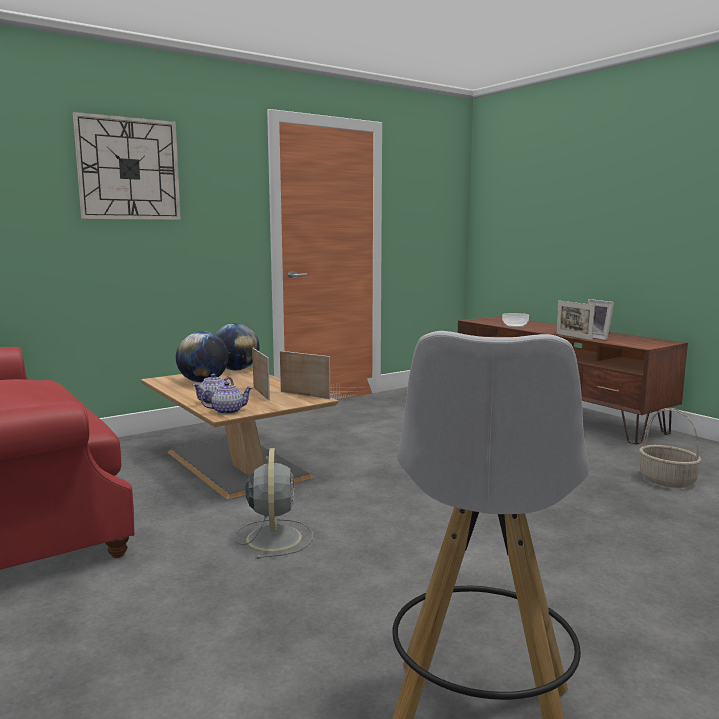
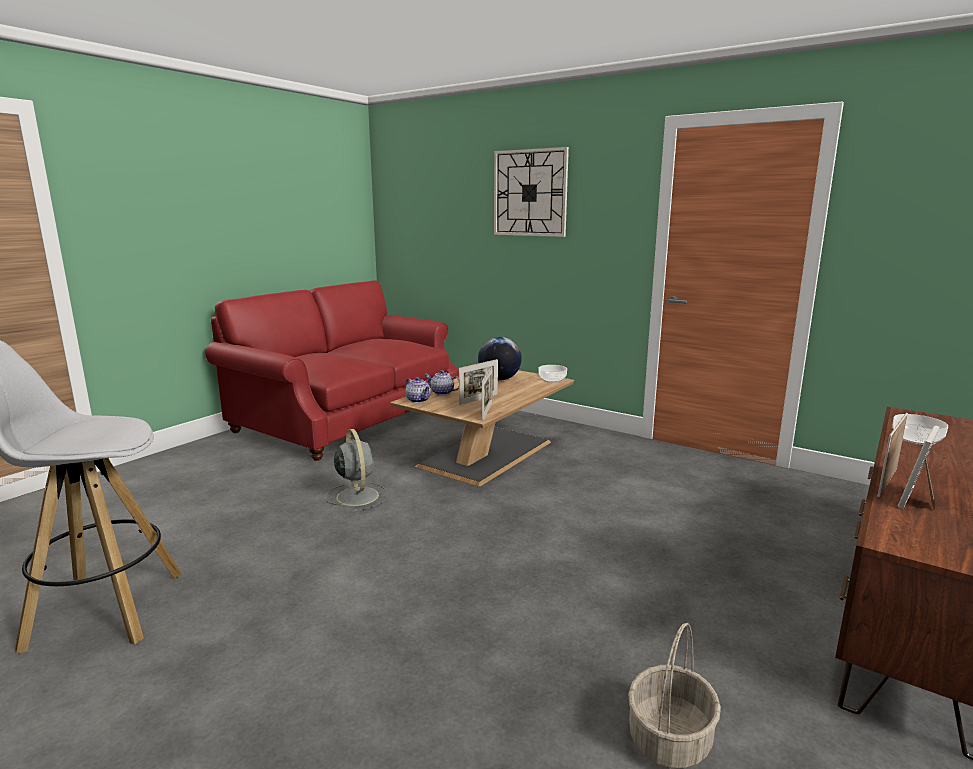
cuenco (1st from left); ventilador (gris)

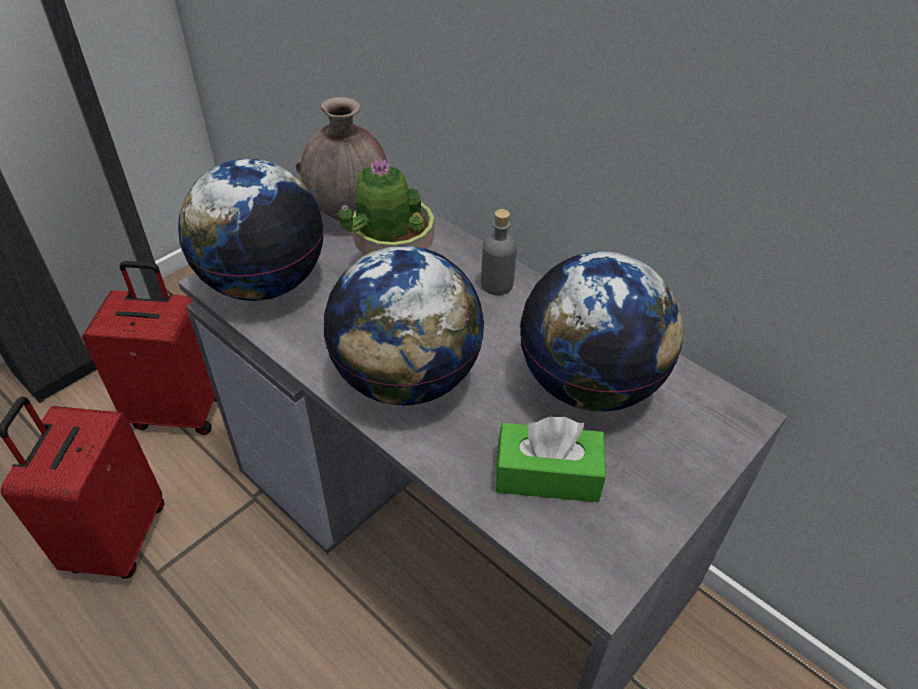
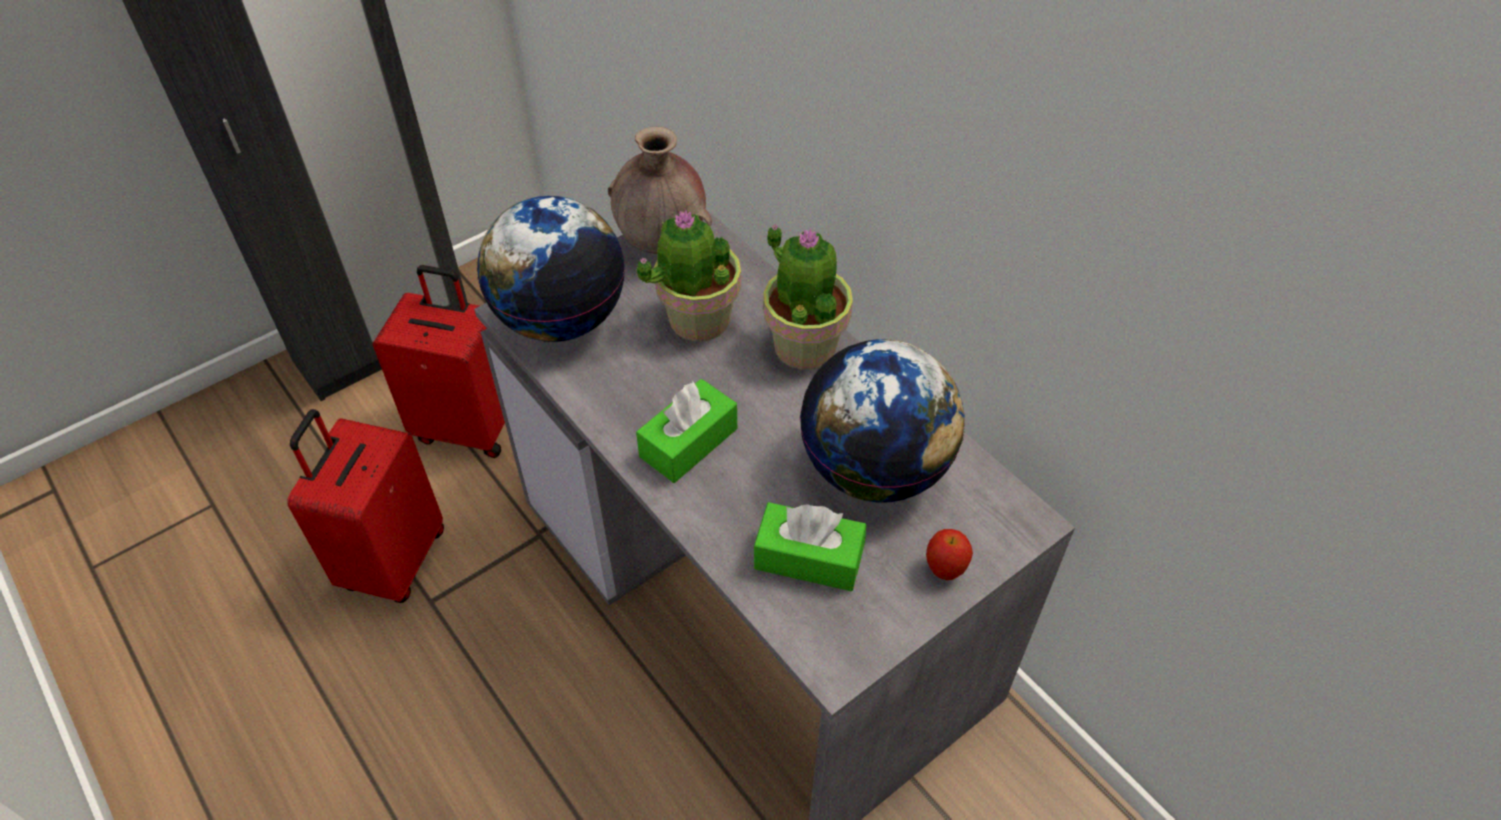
caja de pañuelos (verde) (1st from left); planta en maceta (2nd from left); manzana

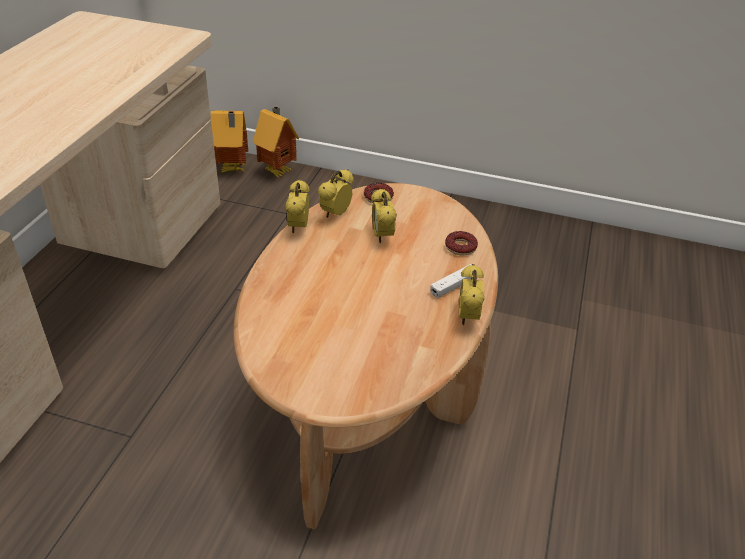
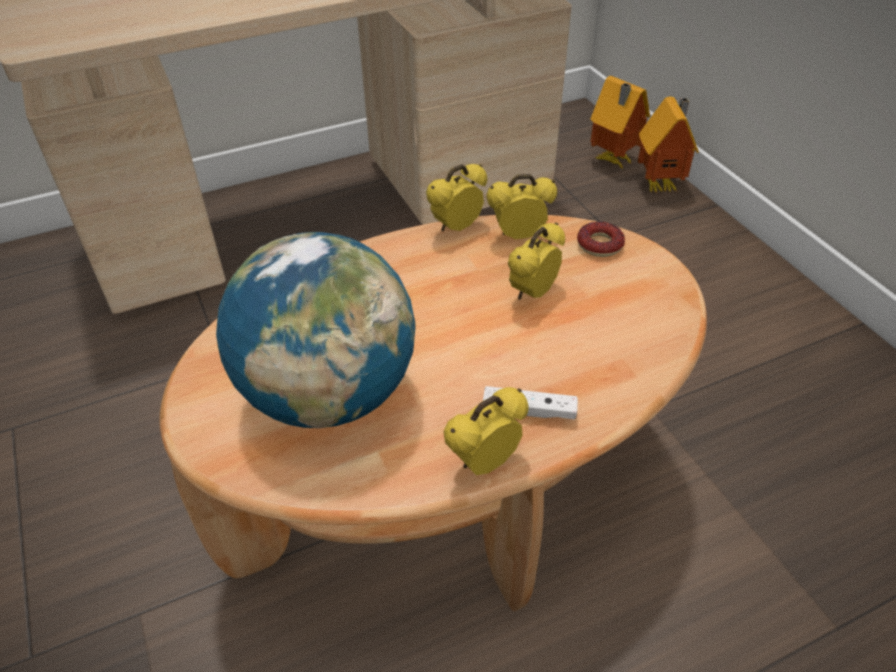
rosquilla (2nd from left in the first image); globo terráqueo

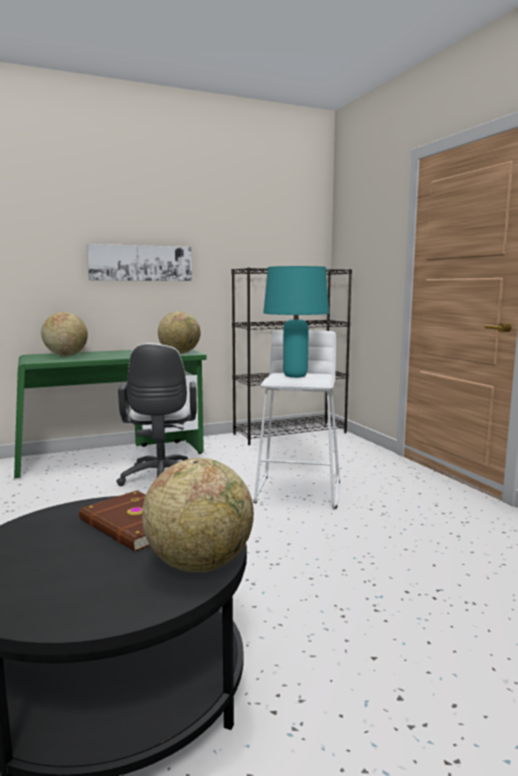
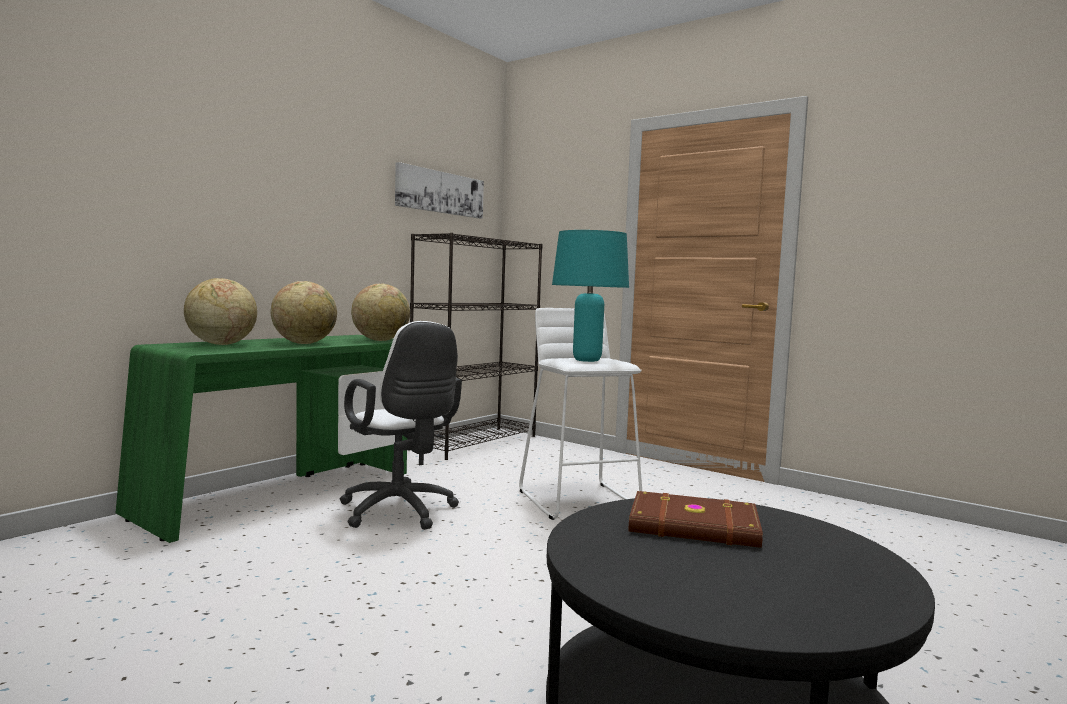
cuadro; globo terráqueo (2nd from left)

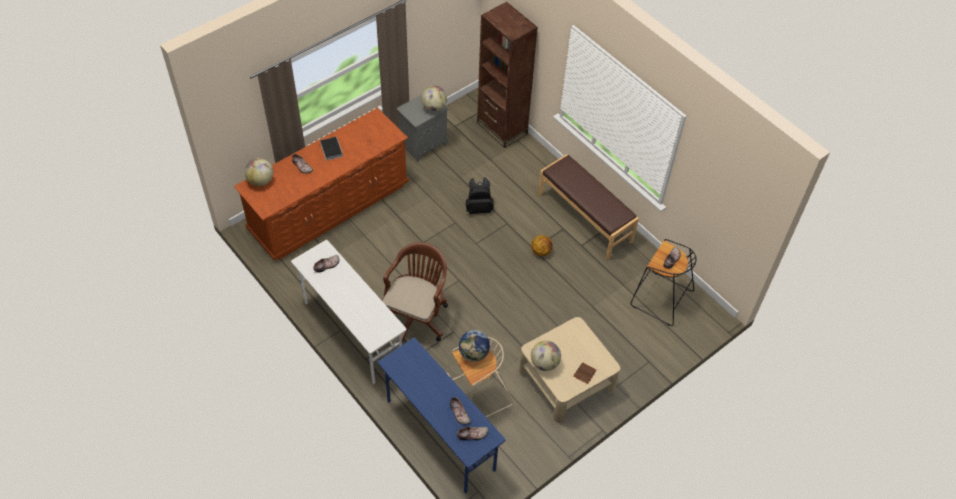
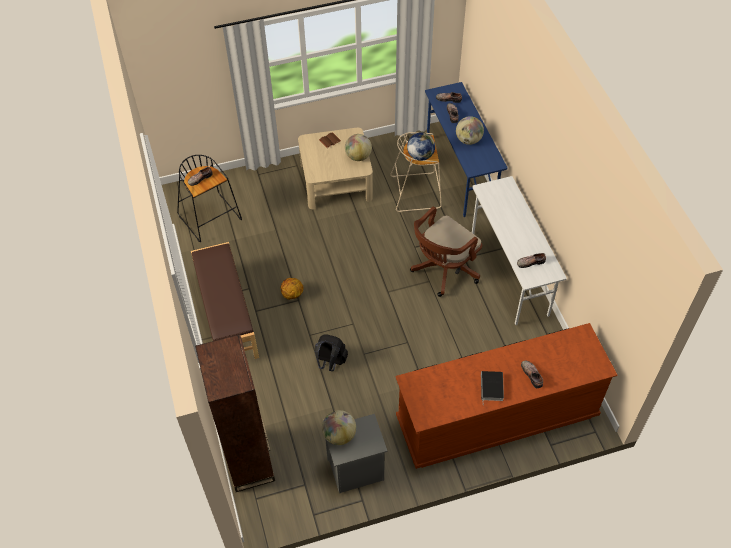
globo terráqueo (4th from left)

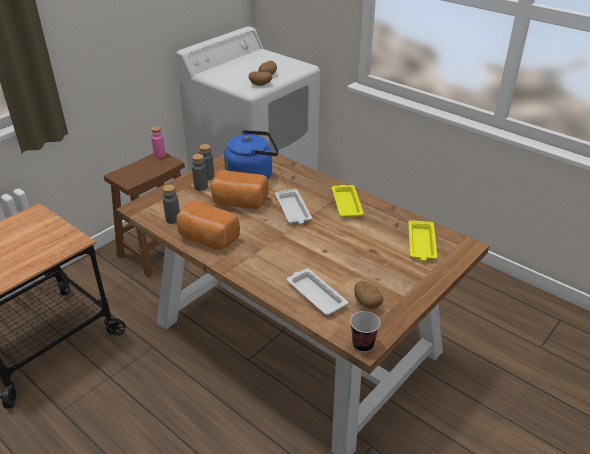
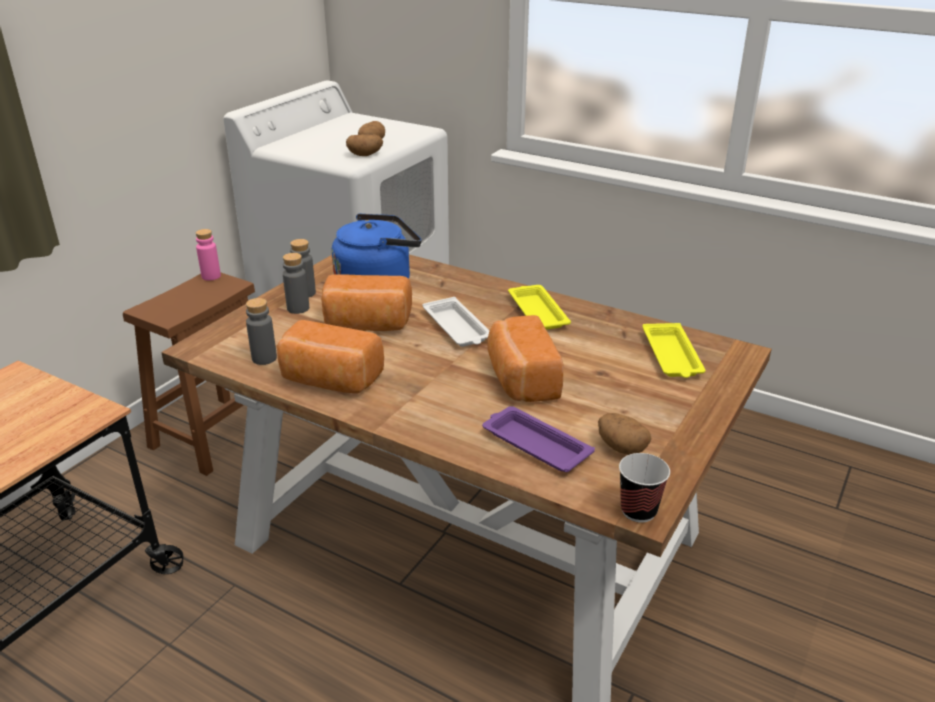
bandeja (morado); pan (3rd from left)

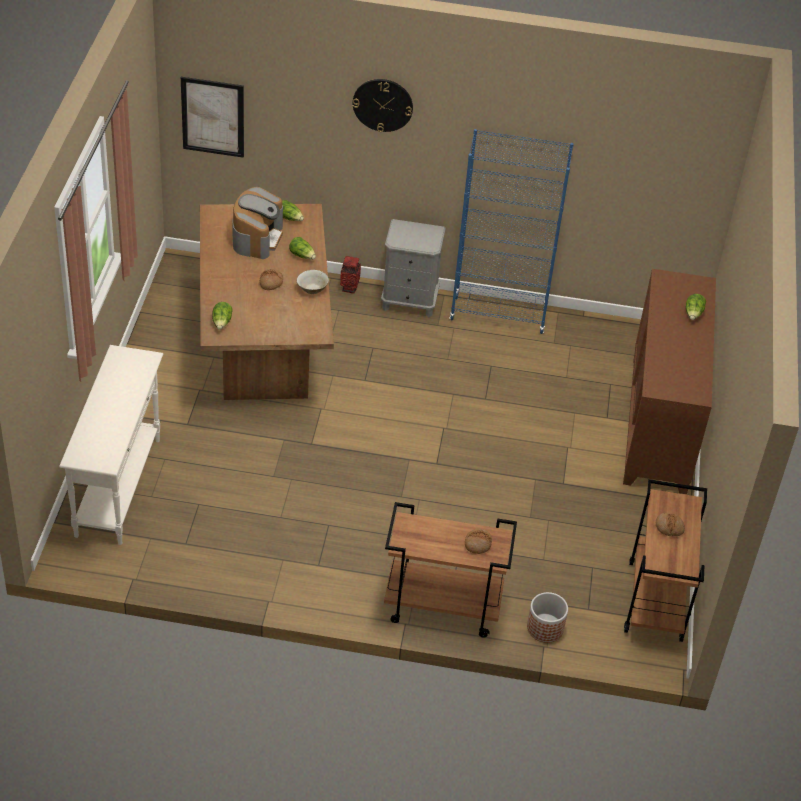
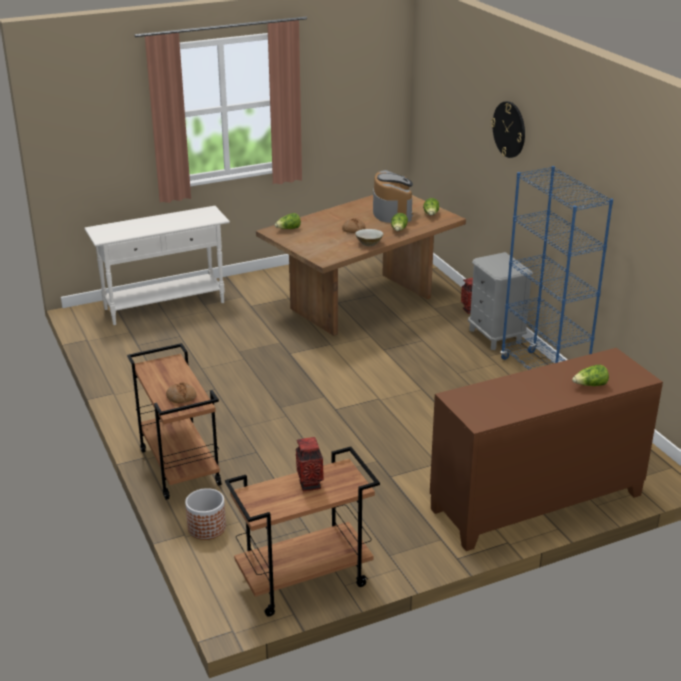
cuadro; cafetera; florero (1st from left)

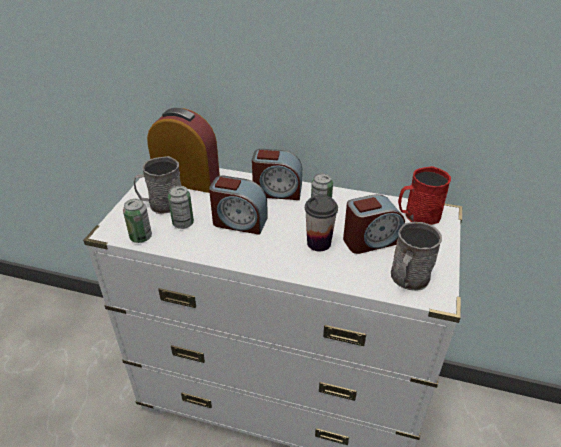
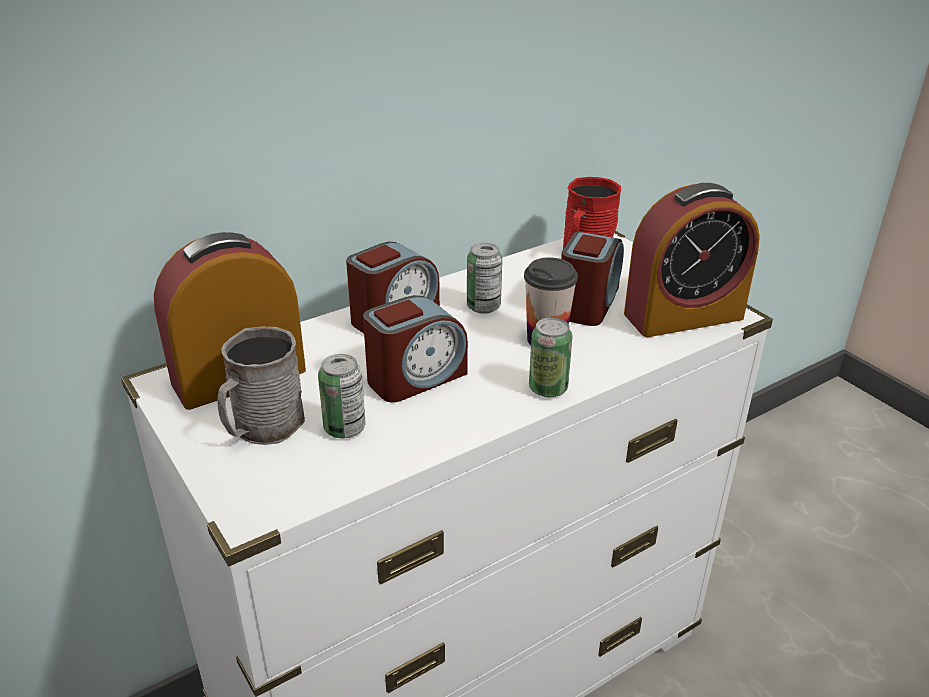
lata (3rd from left); despertador (5th from left)

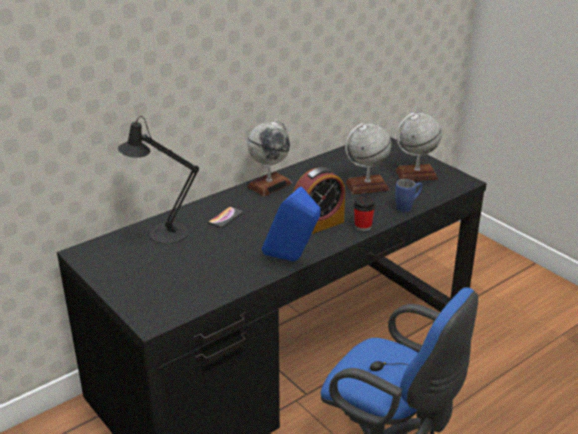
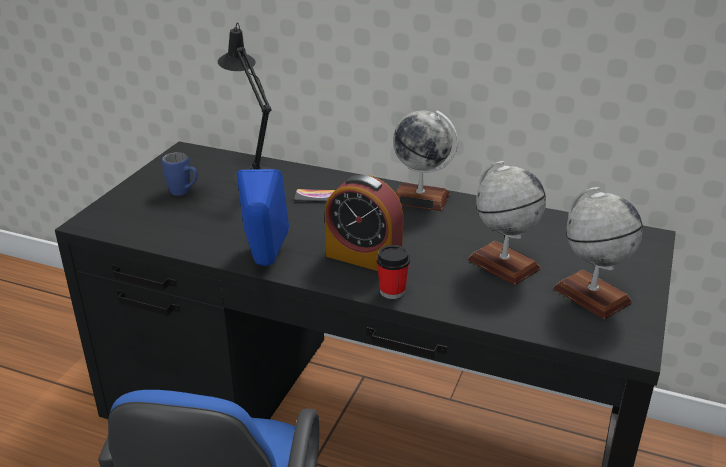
taza grande (azul)

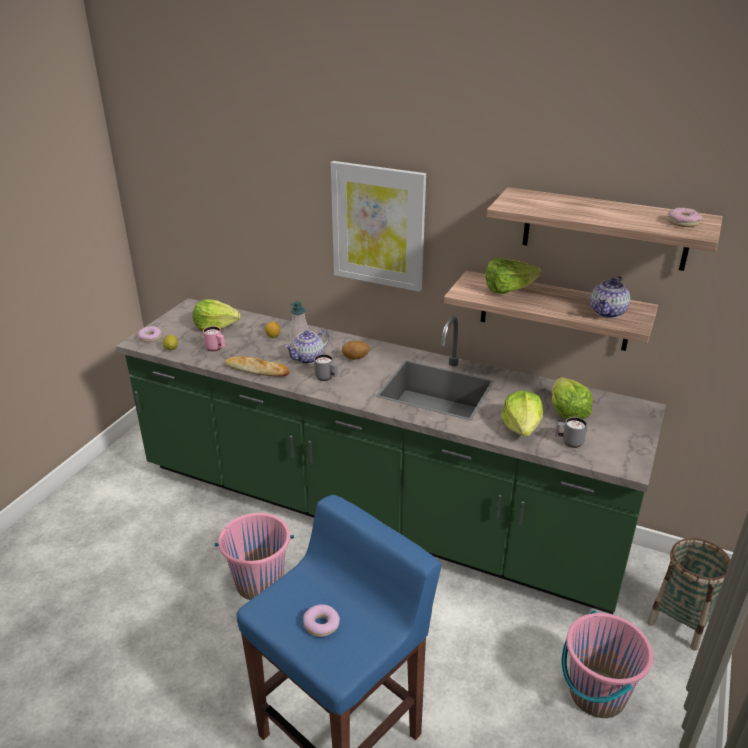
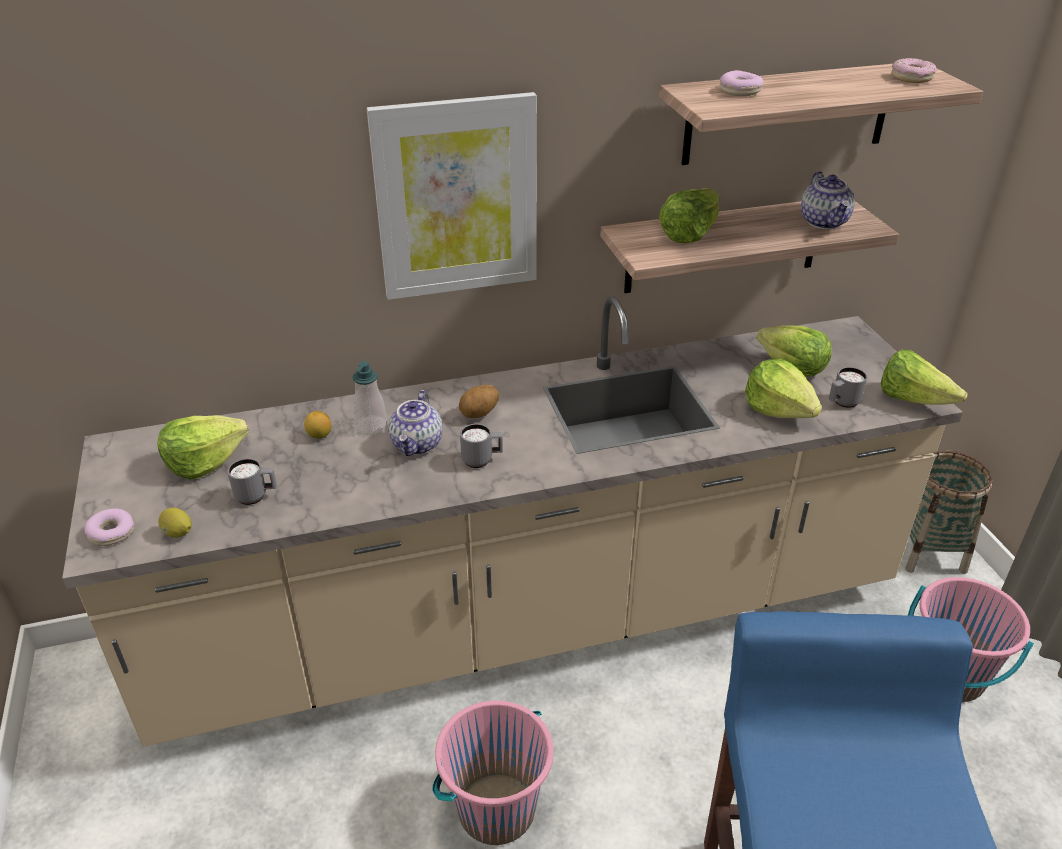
mueble bajo de cocina (beis); taza grande (gris) (1st from left); pan; rosquilla (2nd from left); lechuga (5th from left)

